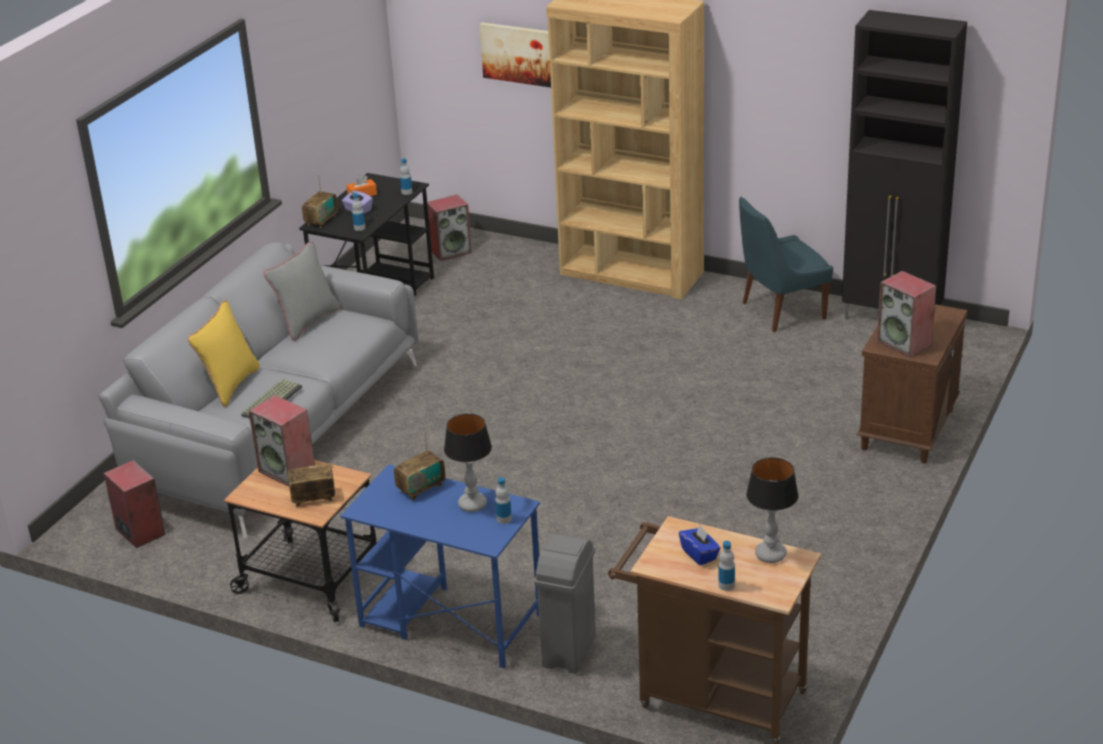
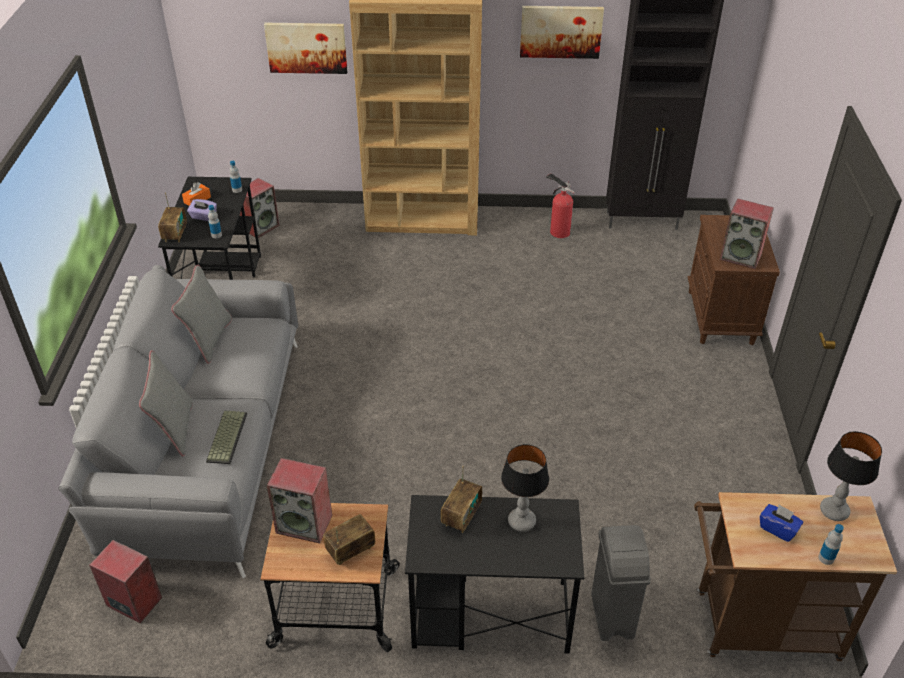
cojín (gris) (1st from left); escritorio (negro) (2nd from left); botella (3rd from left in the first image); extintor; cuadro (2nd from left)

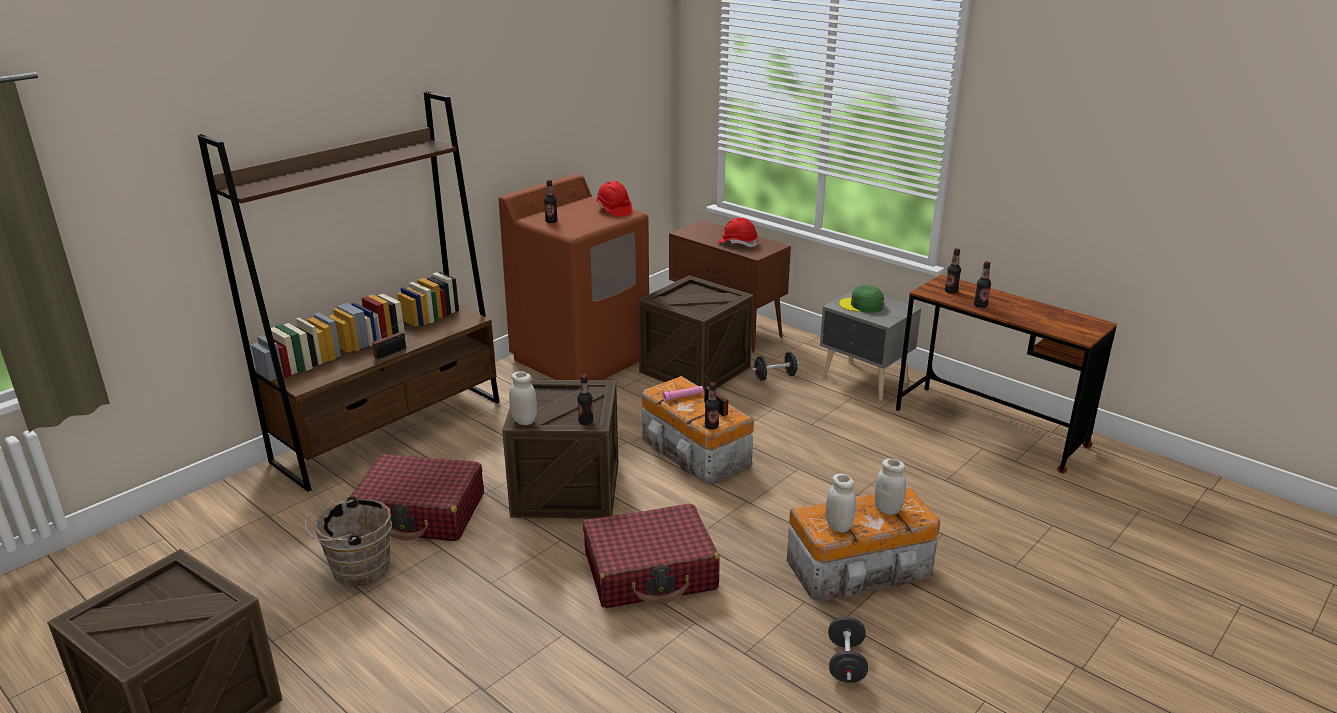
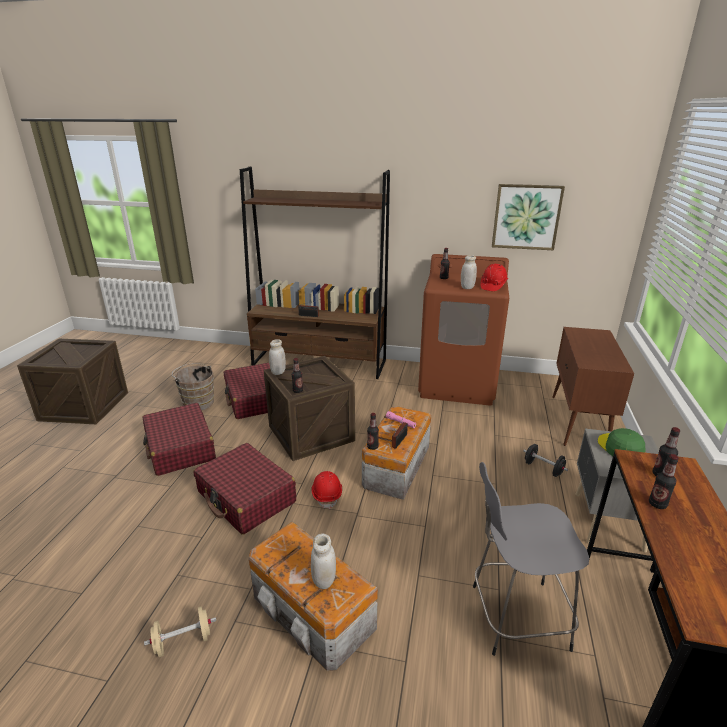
caja de embalaje (3rd from left in the first image); casco (rojo) (1st from left); tarro (blanco) (3rd from left); mancuerna (beis); maleta (rojo) (1st from left); taburete (gris); cuadro

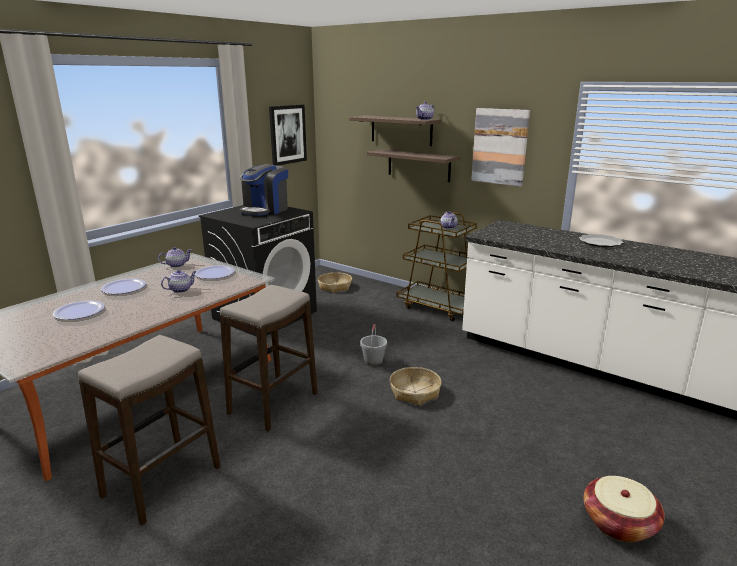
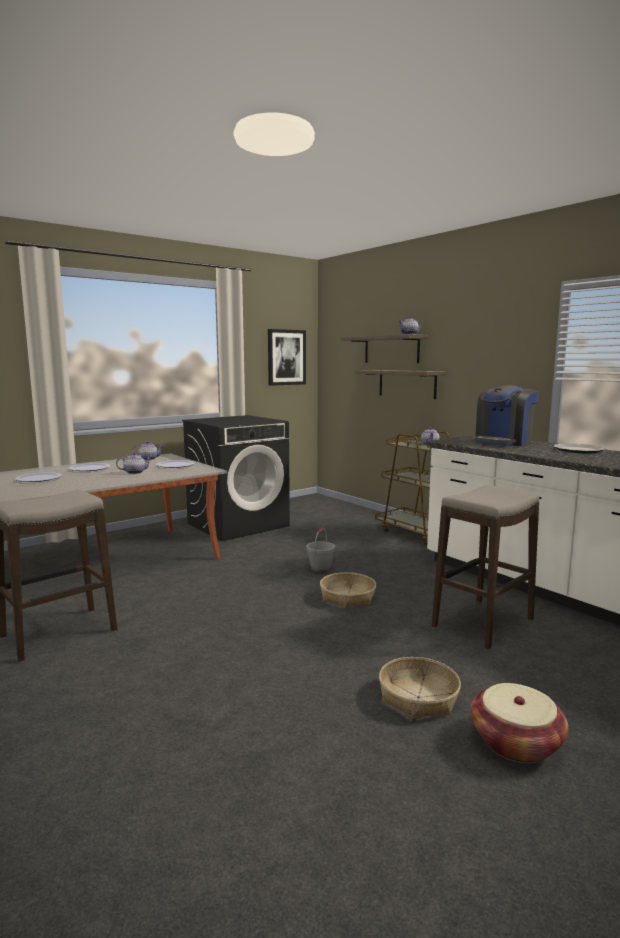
taburete (2nd from left); cafetera; cesta (2nd from left); cuadro (2nd from left in the first image)

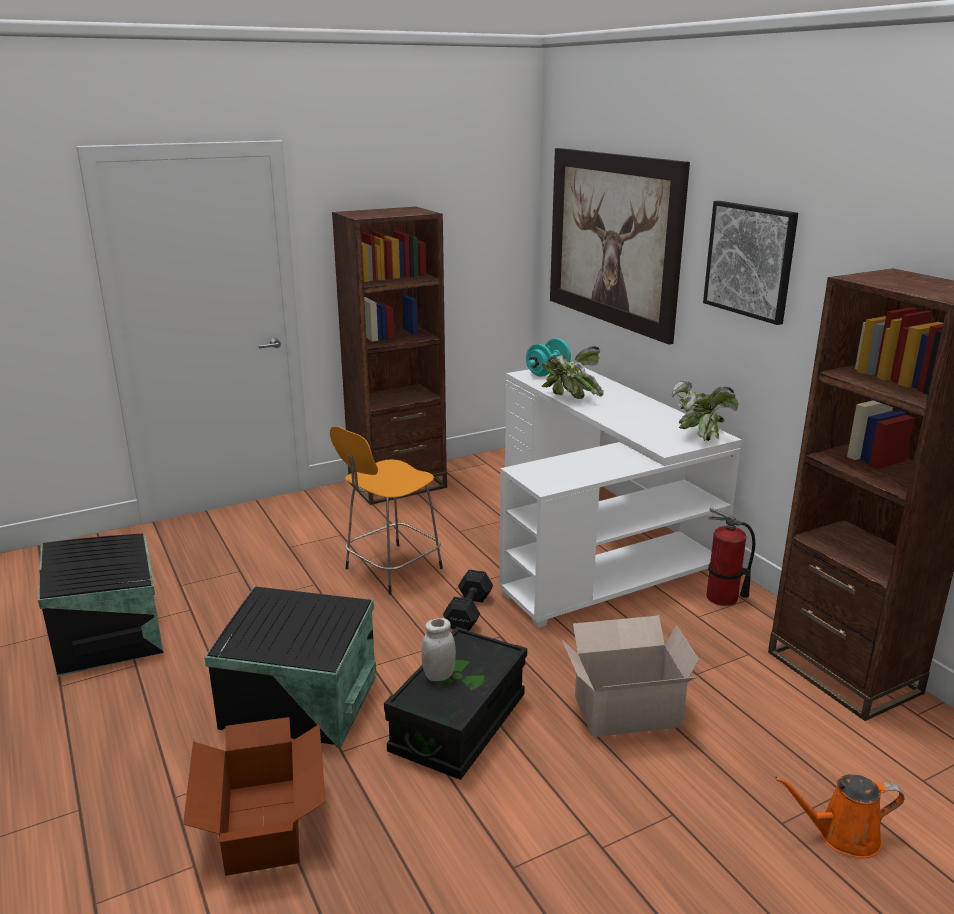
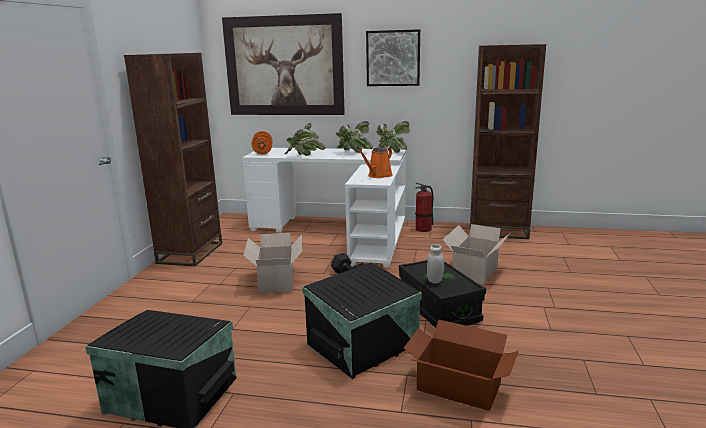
caja de cartón (1st from left); mancuerna (naranja); regadera (naranja); planta en maceta (2nd from left)

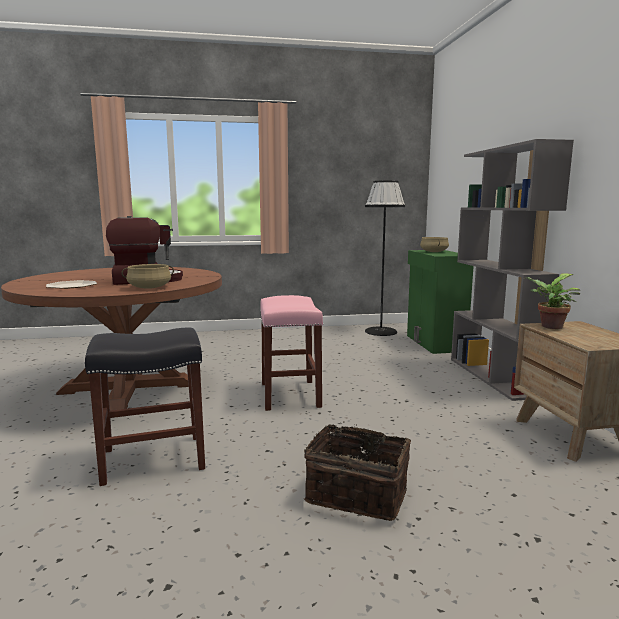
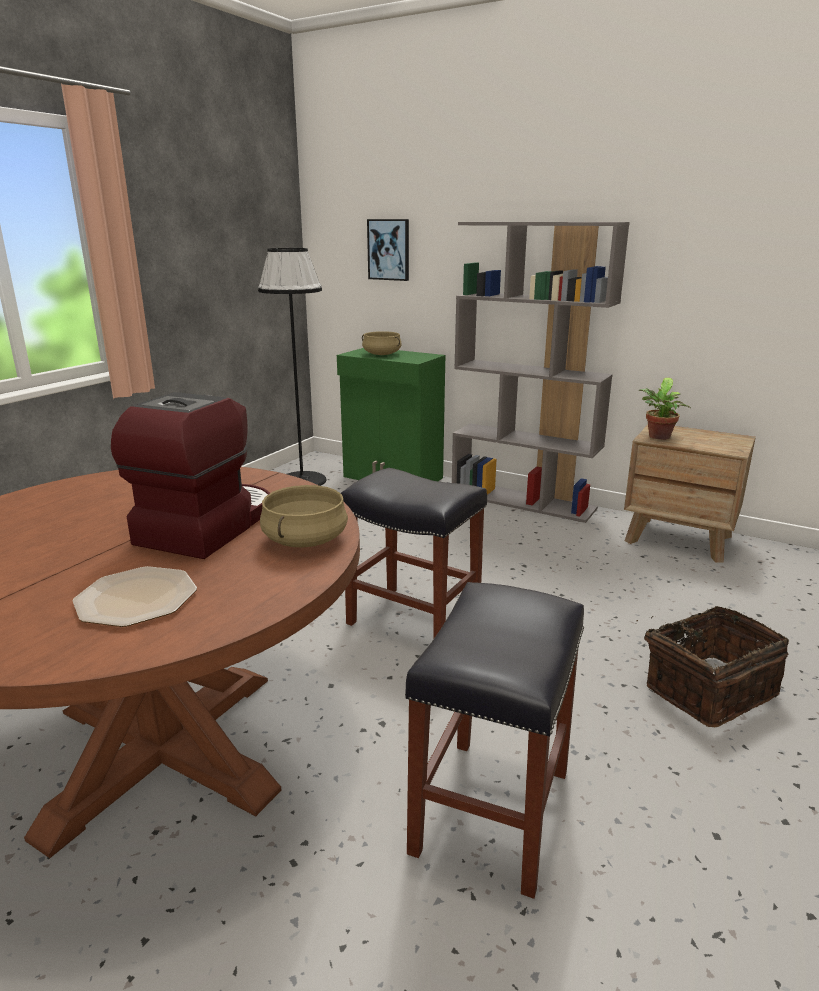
taburete (negro) (1st from left); cuadro

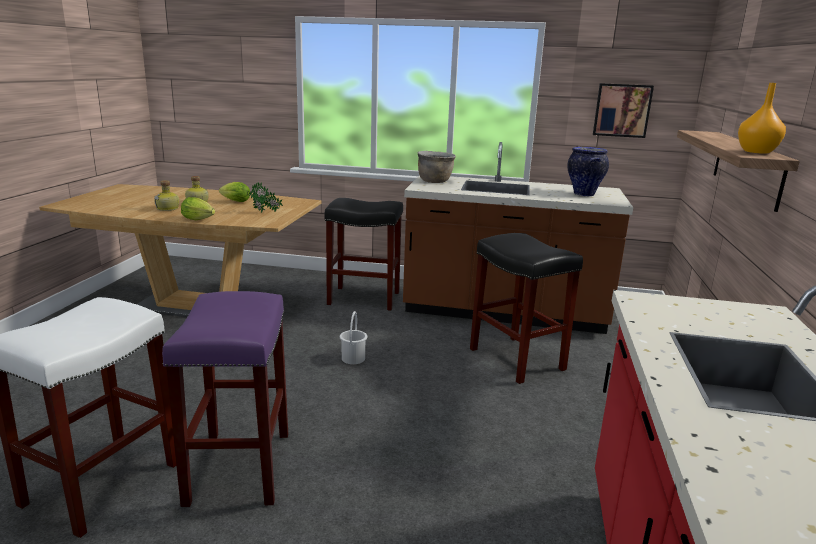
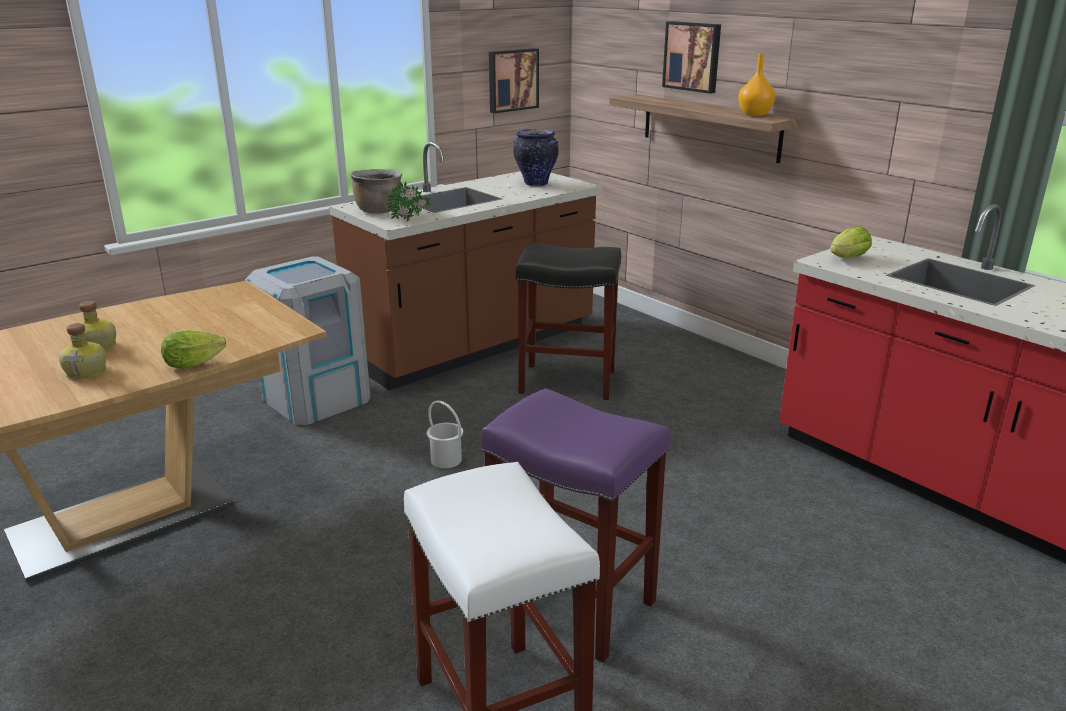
lechuga (2nd from left); planta en maceta; papelera (gris); cuadro (2nd from left)

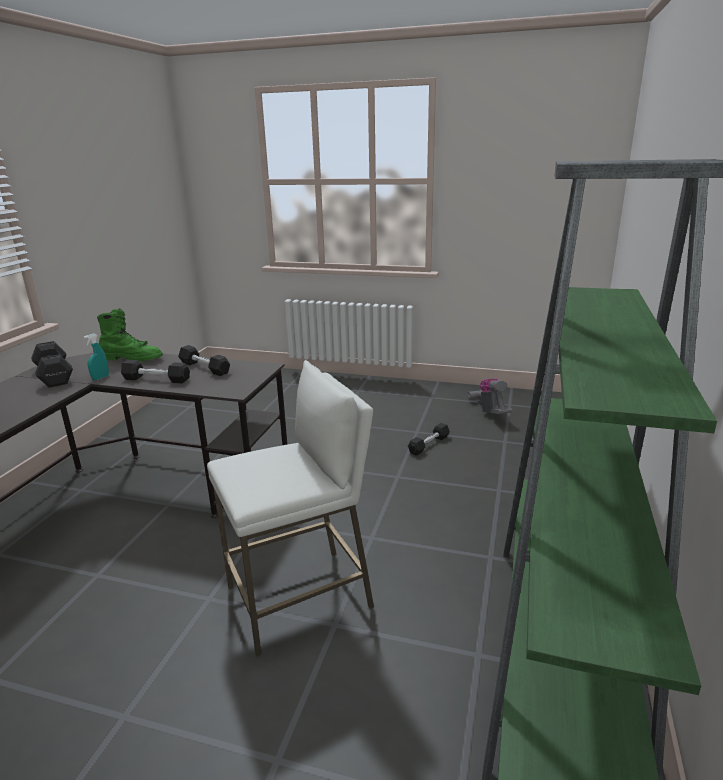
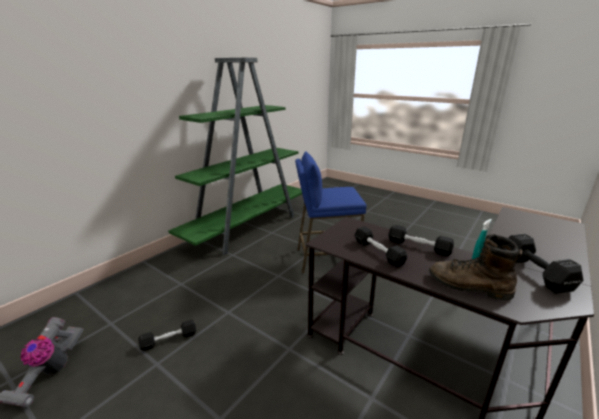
bota (marrón); taburete (azul)

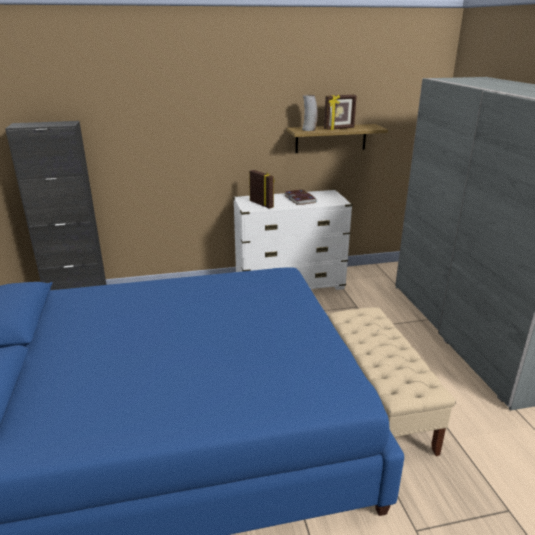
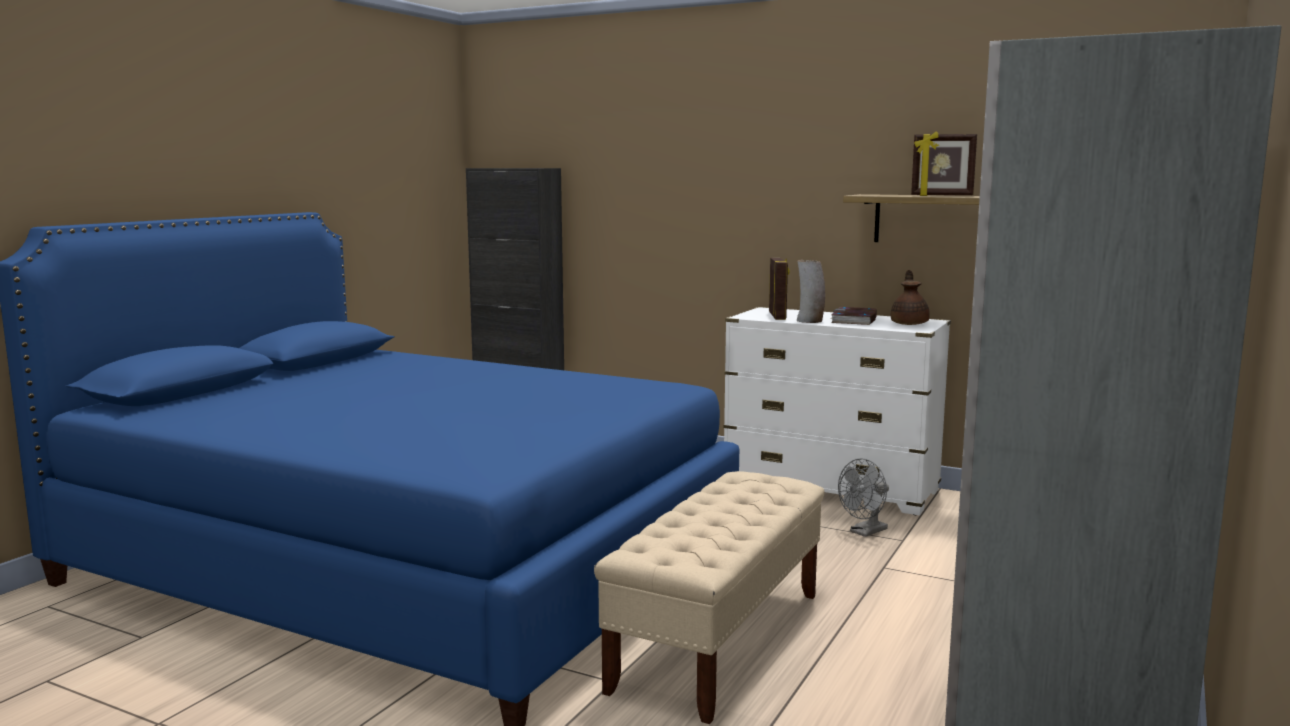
florero; ventilador (gris); tetera (marrón)

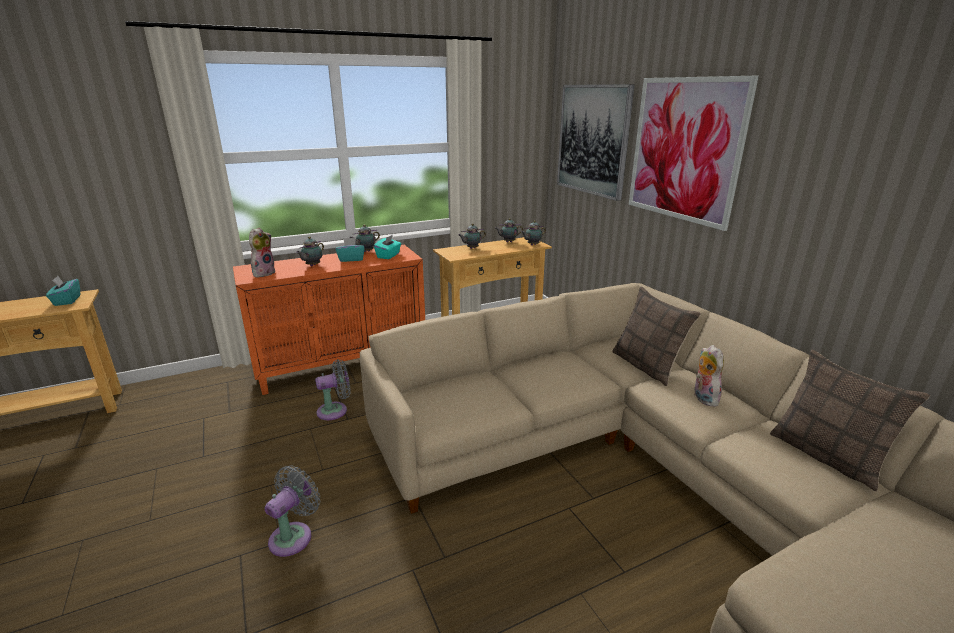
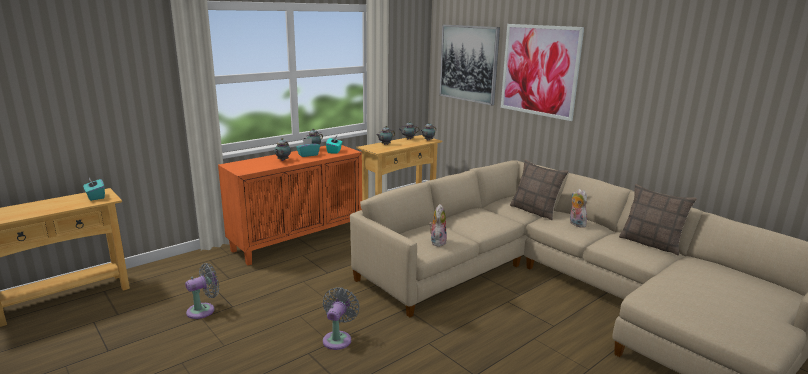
peluche (1st from left); ventilador (gris) (1st from left)

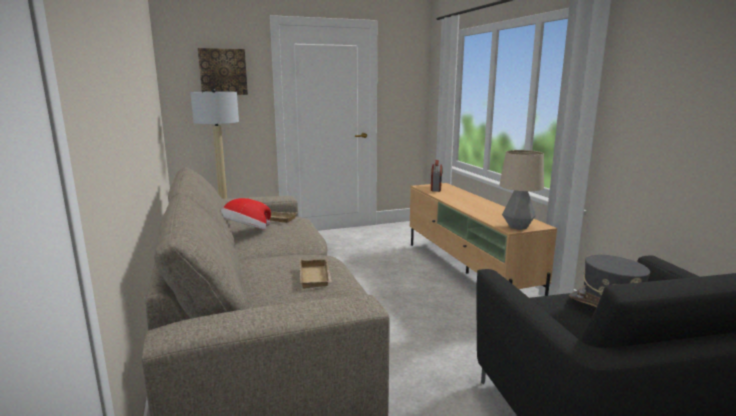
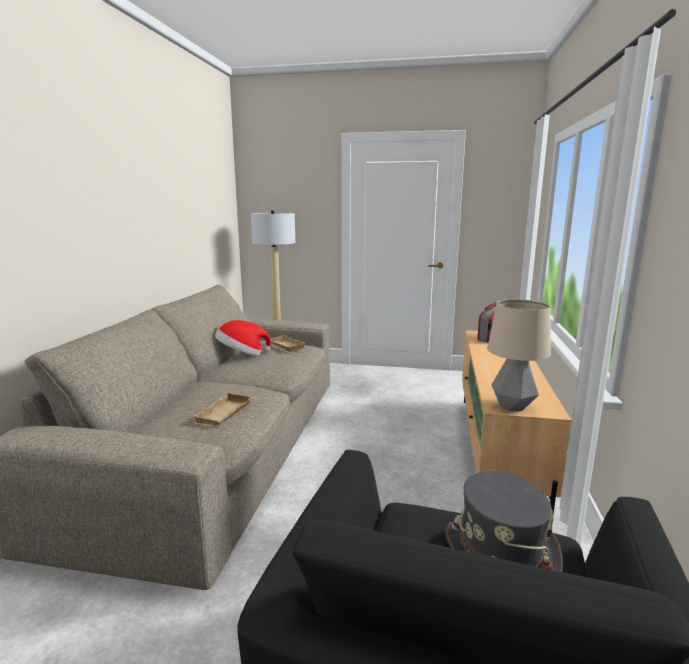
cuadro

